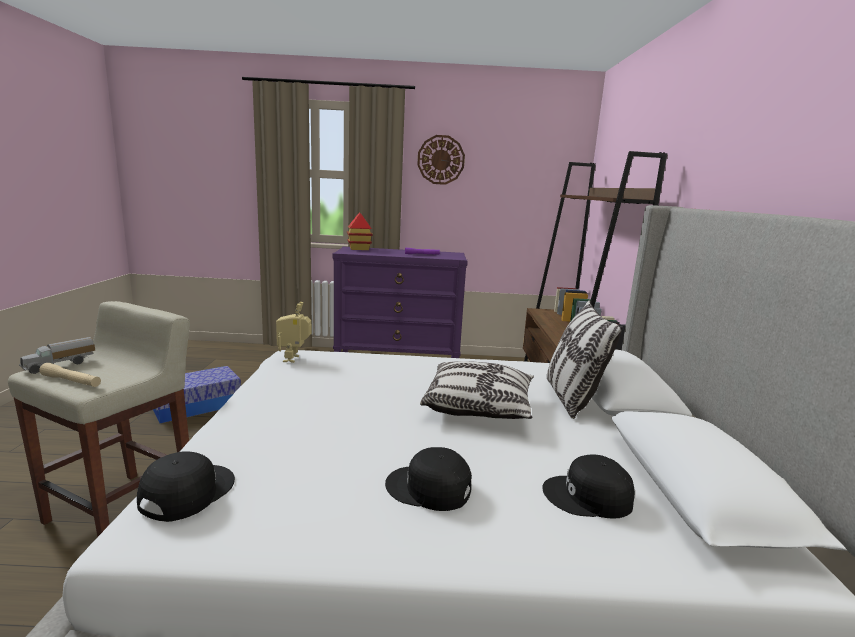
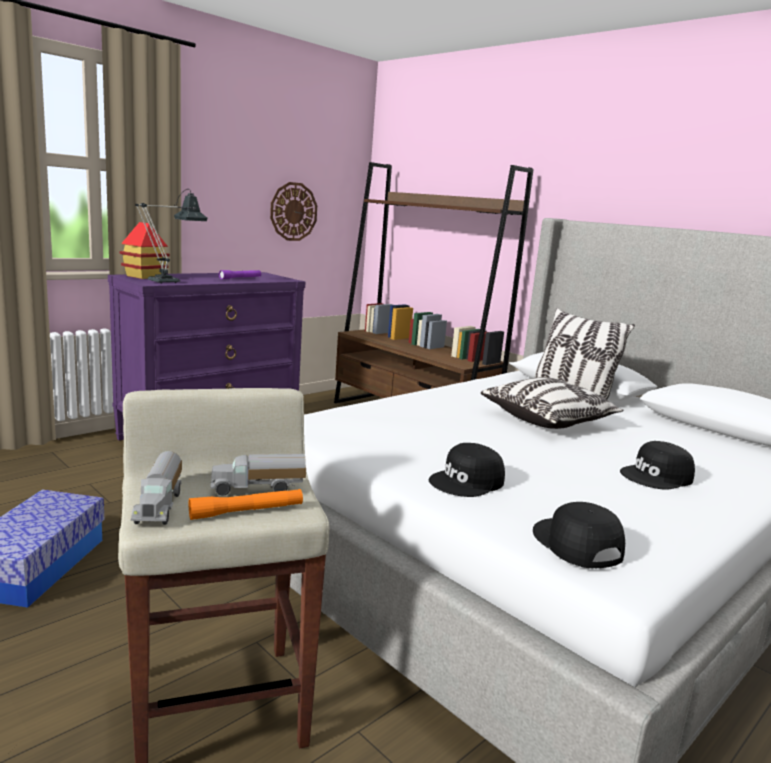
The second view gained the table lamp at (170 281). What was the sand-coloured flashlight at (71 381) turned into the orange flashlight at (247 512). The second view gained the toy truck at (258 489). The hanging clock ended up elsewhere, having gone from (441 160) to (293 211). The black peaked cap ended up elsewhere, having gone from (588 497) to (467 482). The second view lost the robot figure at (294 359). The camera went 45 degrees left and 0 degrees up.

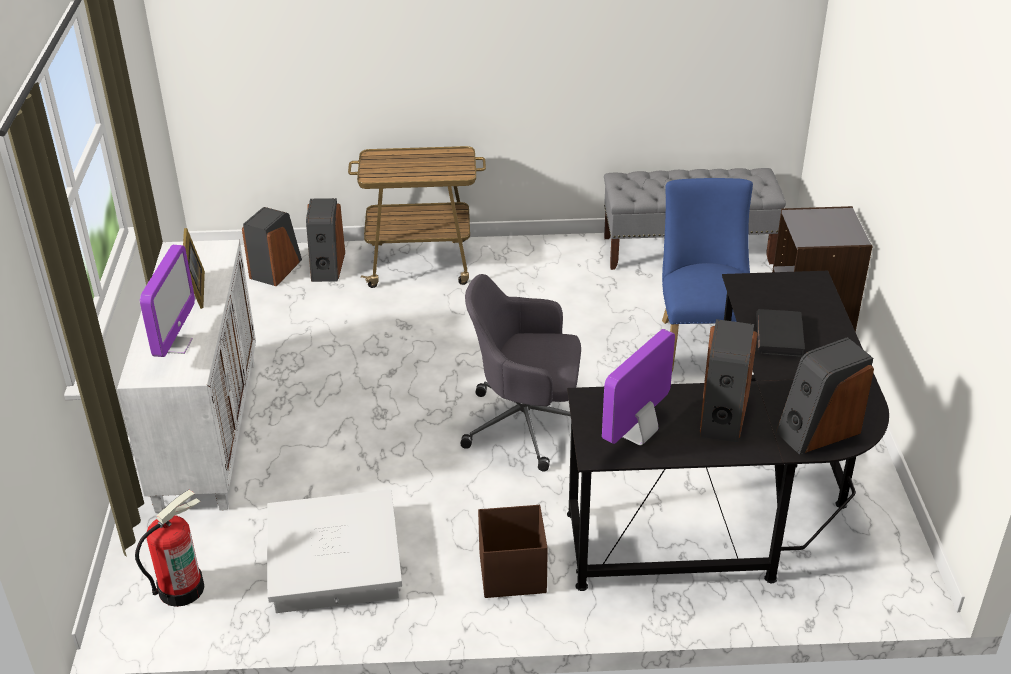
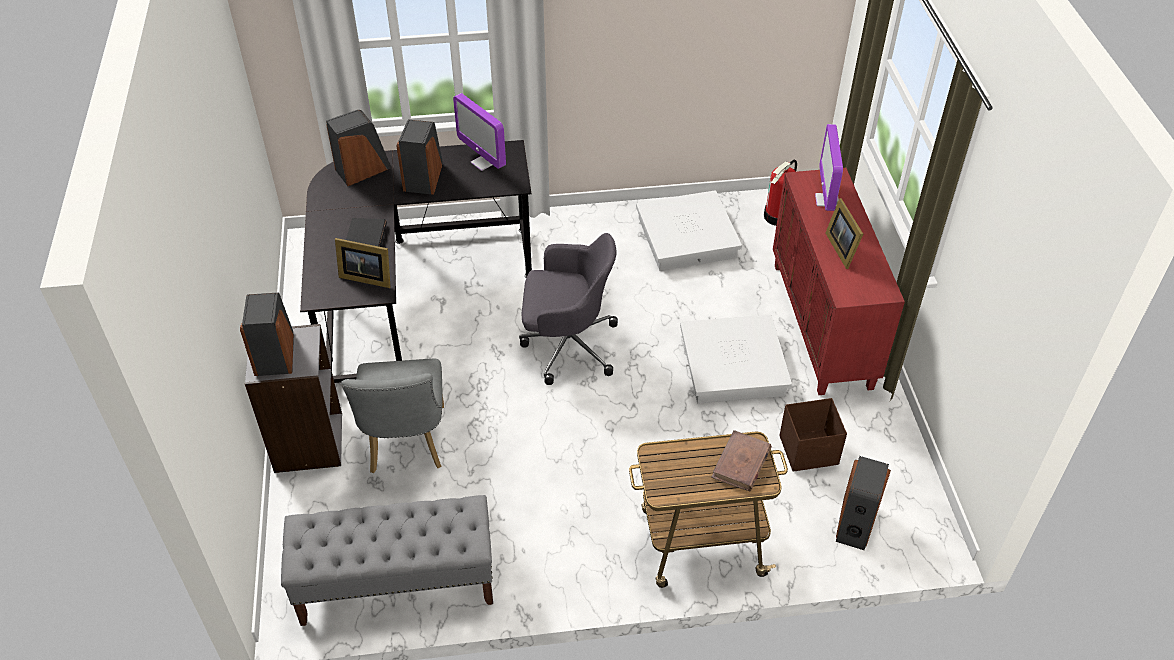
The audio speaker ended up elsewhere, having gone from (327 266) to (275 353). The second view gained the standing frame at (365 277). What was the blue chair at (701 340) turned into the gray chair at (406 445). The computer display at (637 434) ended up facing another way, 105 degrees clockwise from before. The second view gained the whitish storage container at (733 366). The second view gained the brown volume at (741 463). What was the whitish cupboard at (207 432) turned into the red-coloured cupboard at (823 325). The brown storage container ended up elsewhere, having gone from (511 573) to (809 450). The camera went 175 degrees right and 10 degrees up.

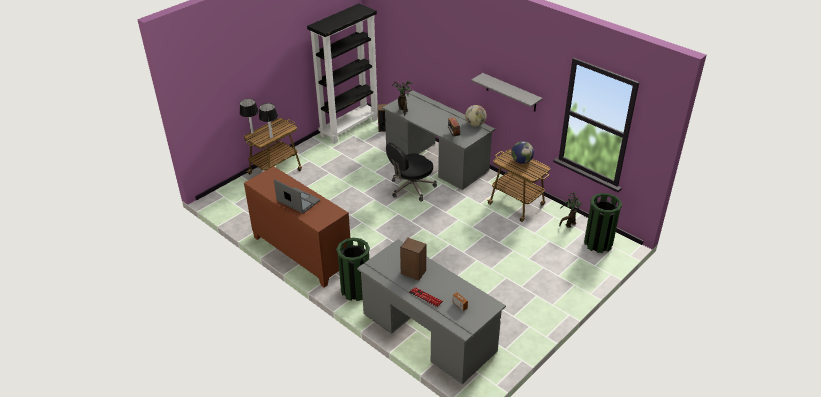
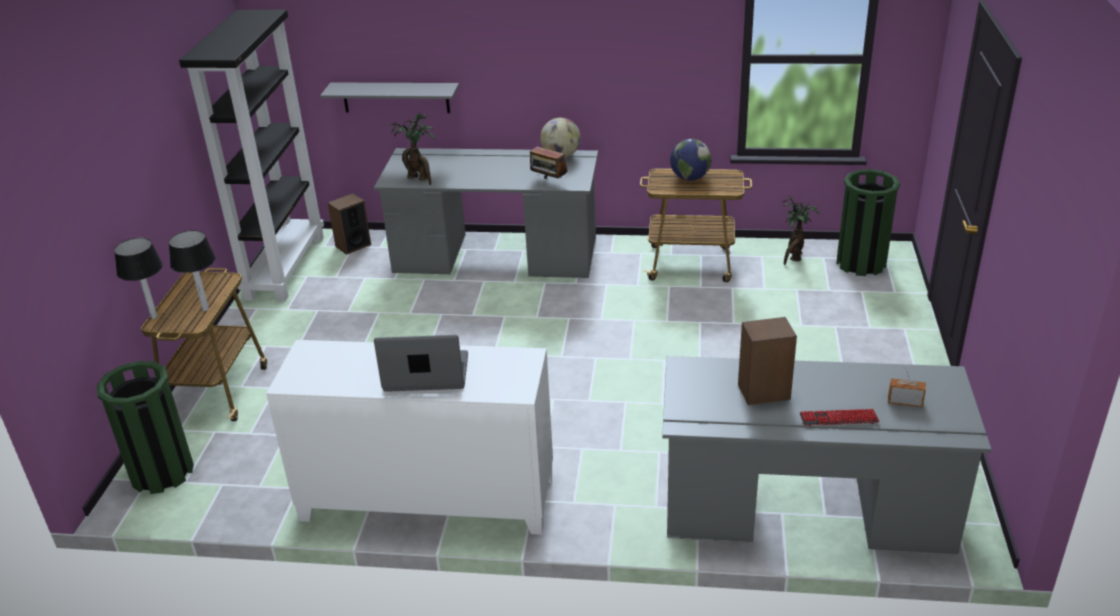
The green-coloured trash can ended up elsewhere, having gone from (356 290) to (162 472). What was the brown cupboard at (301 253) turned into the whitish cupboard at (427 499). The gray bracket shelf ended up elsewhere, having gone from (511 92) to (396 97). The second view lost the black computer chair at (411 188). The camera went 35 degrees left and 5 degrees down.

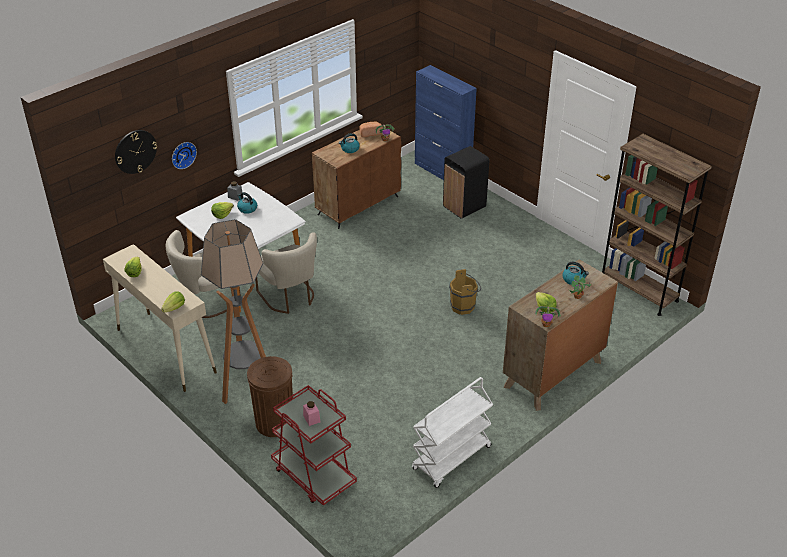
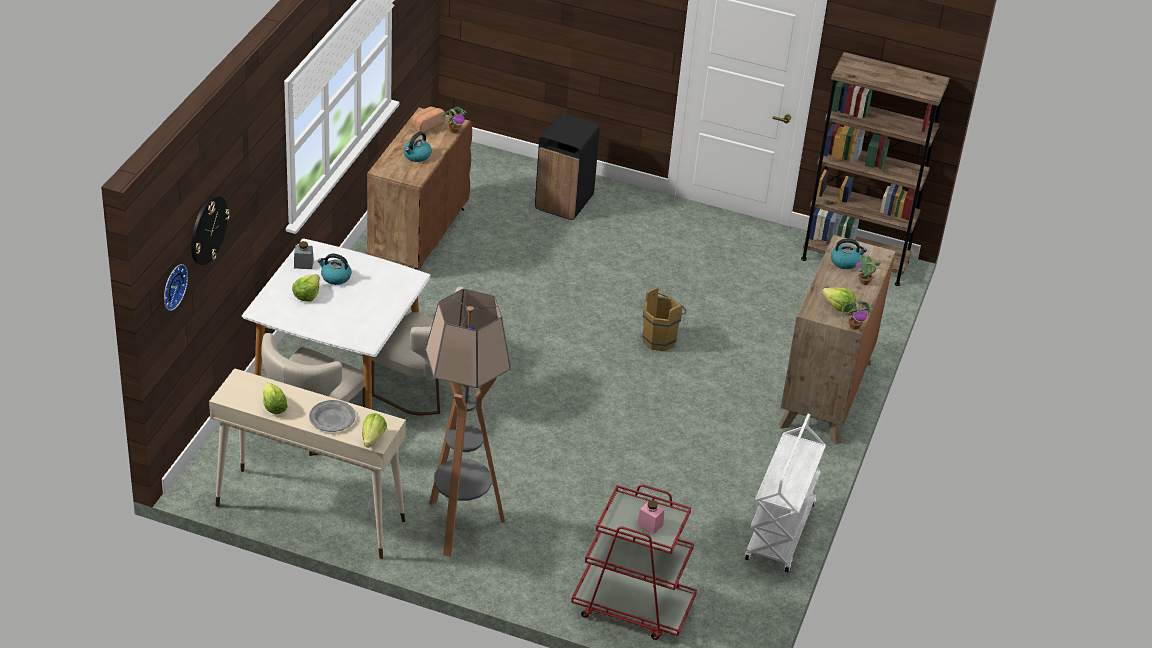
The hanging clock ended up elsewhere, having gone from (182 154) to (172 286). The second view gained the gray dinner plate at (332 418). The second view lost the brown trash can at (275 422). The second view lost the blue cupboard at (442 172). The camera went 30 degrees left and 0 degrees up.

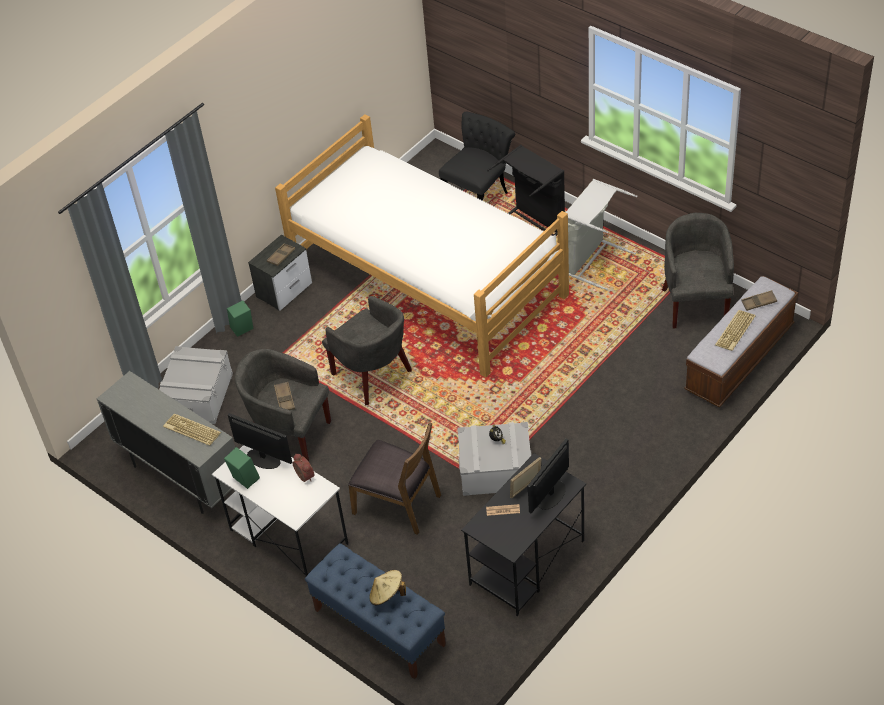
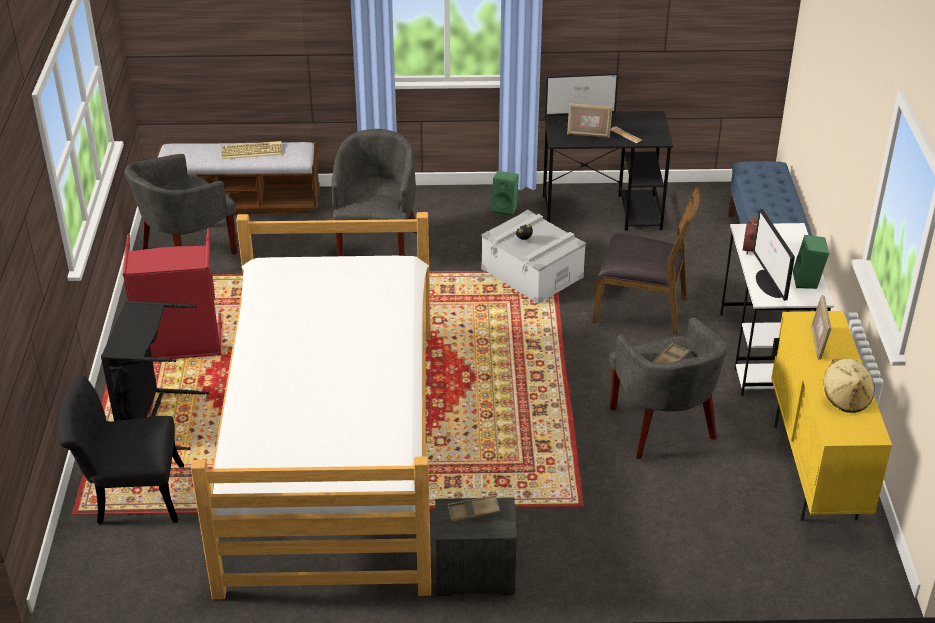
What was the gray hamper at (593 261) turned into the red-coloured hamper at (180 345). The gray lounge chair ended up elsewhere, having gone from (373 376) to (377 245). The green-coloured audio speaker ended up elsewhere, having gone from (242 330) to (505 208). The brown chair at (398 503) ended up facing another way, 120 degrees clockwise from before. What was the gray cupboard at (181 477) turned into the yellowish cupboard at (814 472). Where the PC keyboard stood at (191 430), the standing frame came to stand at (817 343). The sand-coloured hat ended up elsewhere, having gone from (387 595) to (846 398). The second view lost the gray storage container at (198 396). The second view lost the brown carrying tray at (759 302). The camera went 135 degrees left and 10 degrees down.

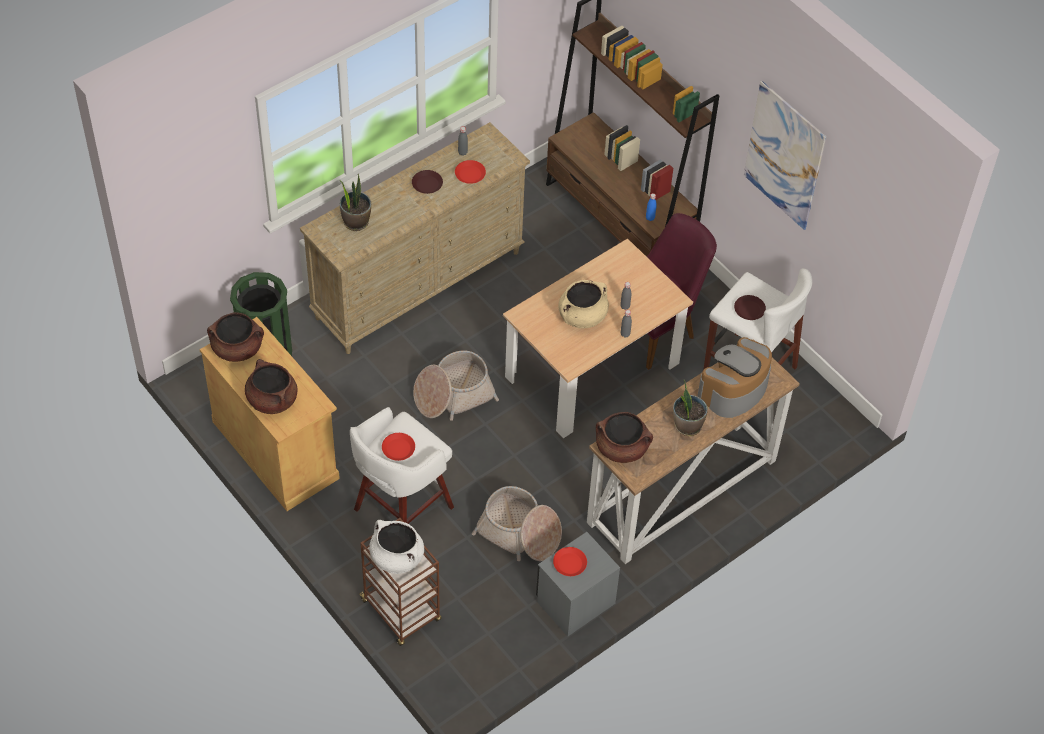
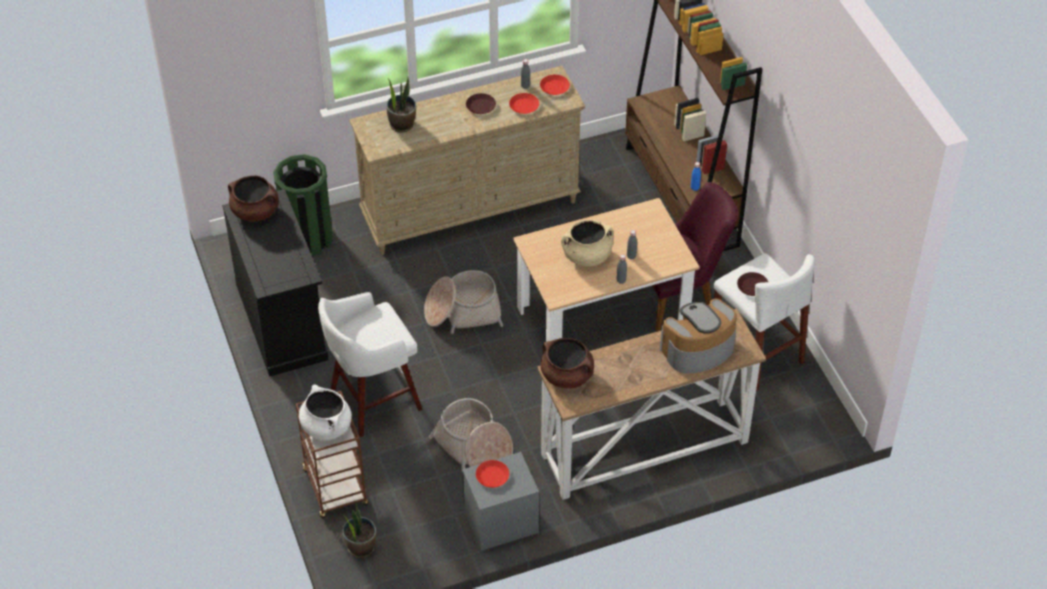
What was the sand-coloured cupboard at (276 449) turned into the black cupboard at (282 321). The potted plant ended up elsewhere, having gone from (687 425) to (360 547). The red-coloured dinner plate ended up elsewhere, having gone from (398 448) to (555 87). The second view lost the brown stockpot at (272 400). The second view lost the wall art at (784 156). The camera went 20 degrees right and 5 degrees down.

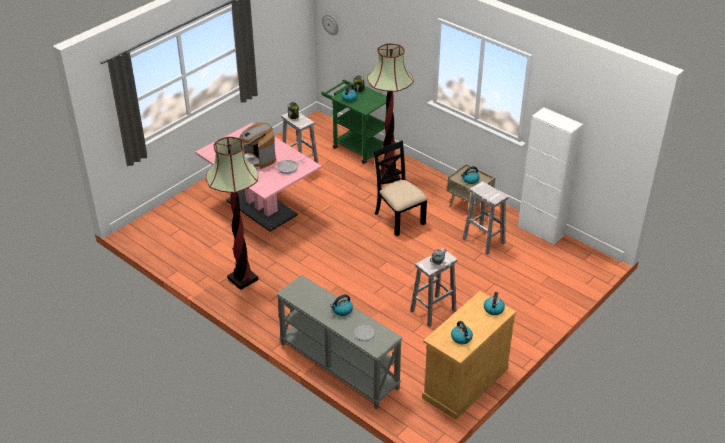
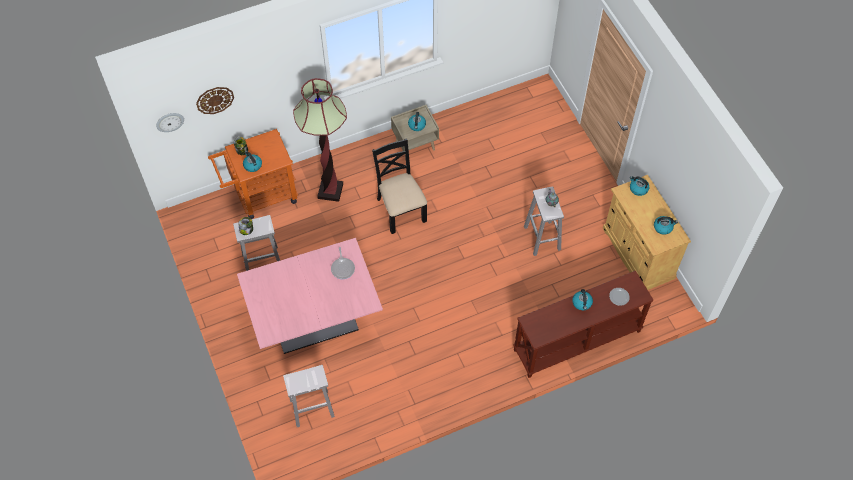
The second view gained the hanging clock at (215 100). What was the green-coloured cart at (357 146) turned into the orange cart at (260 196). The whitish sitting stool ended up elsewhere, having gone from (483 240) to (311 408). The black chair at (399 218) ended up facing another way, 75 degrees clockwise from before. What was the gray narrow table at (338 366) turned into the brown narrow table at (577 341). The second view lost the standing lamp at (243 279). The second view lost the coffee machine at (259 158). The second view lost the whitish cupboard at (540 231). The camera went 65 degrees left and 20 degrees up.

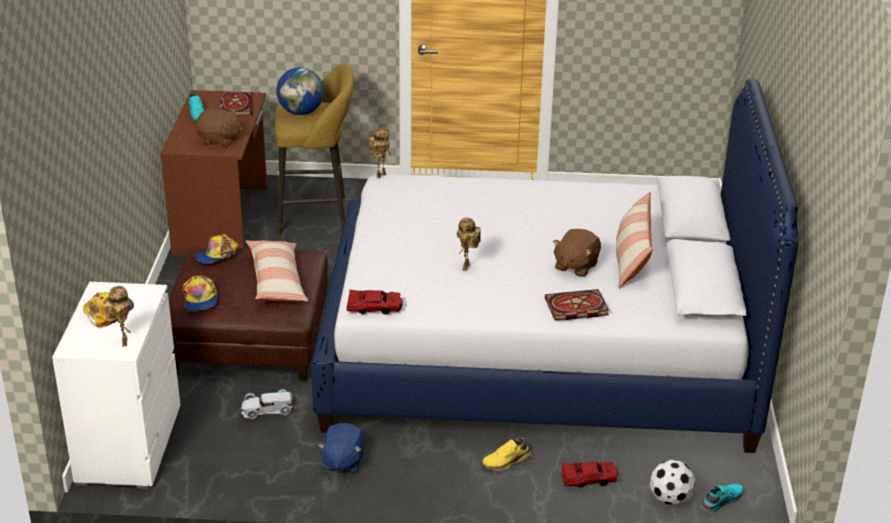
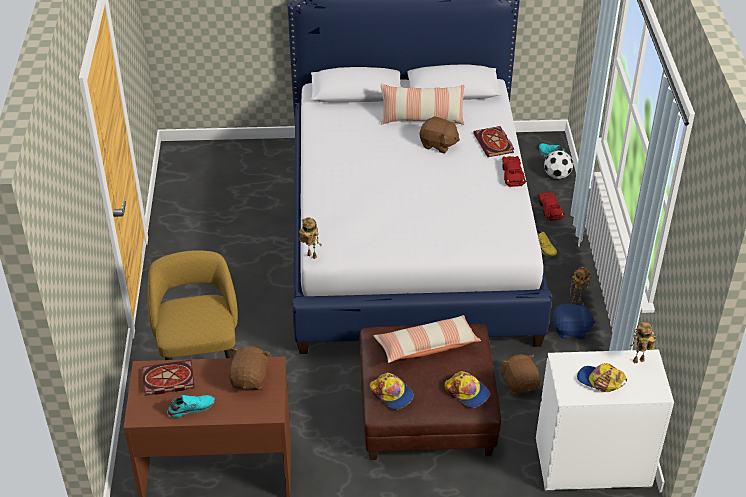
The peaked cap at (200 299) ended up facing another way, 60 degrees clockwise from before. The red-coloured toy car ended up elsewhere, having gone from (374 308) to (512 174). Where the whitish toy car stood at (266 408), the brown plush toy came to stand at (520 383). The robot figure ended up elsewhere, having gone from (467 268) to (577 300). The second view lost the desk globe at (301 112). The camera went 95 degrees left and 10 degrees up.

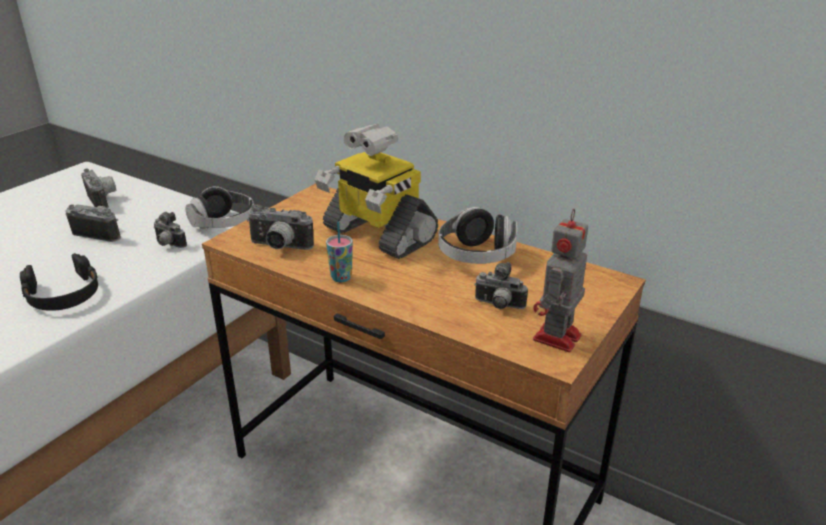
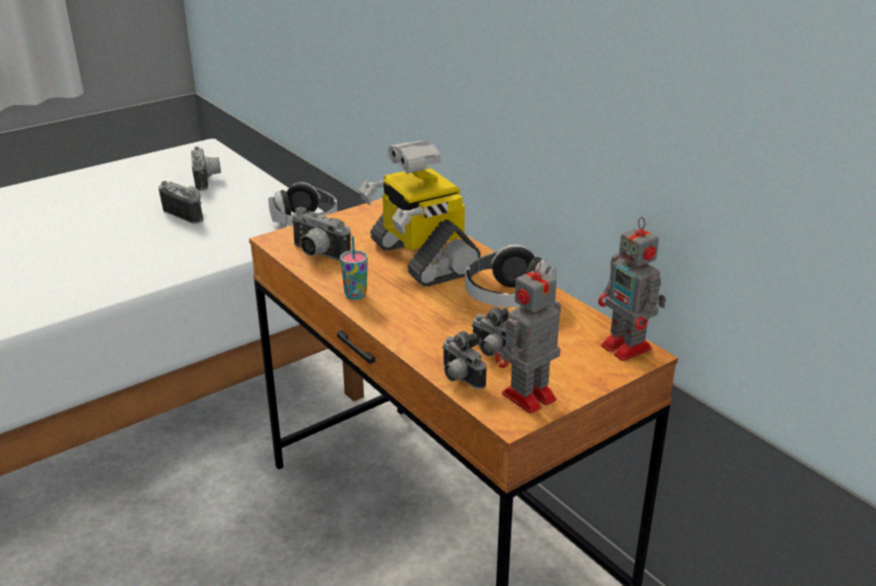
The still camera ended up elsewhere, having gone from (168 244) to (459 378). The second view gained the robot figure at (628 348). The second view lost the black headphones at (63 294). The camera went 20 degrees right and 0 degrees up.

